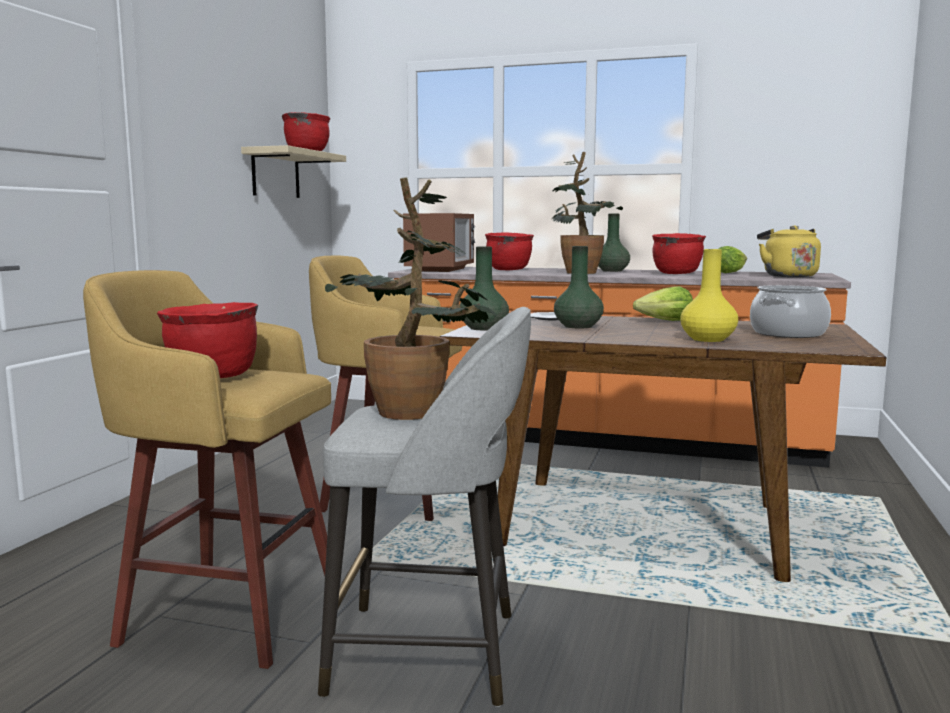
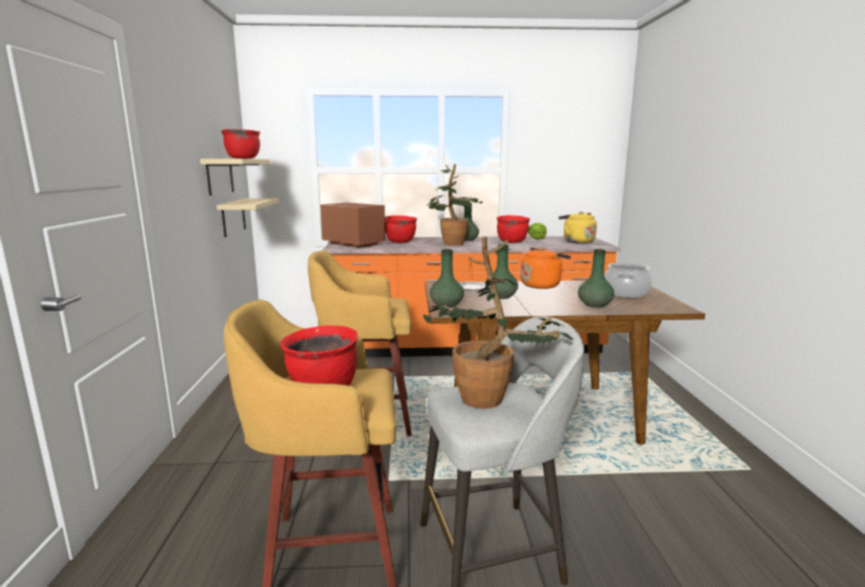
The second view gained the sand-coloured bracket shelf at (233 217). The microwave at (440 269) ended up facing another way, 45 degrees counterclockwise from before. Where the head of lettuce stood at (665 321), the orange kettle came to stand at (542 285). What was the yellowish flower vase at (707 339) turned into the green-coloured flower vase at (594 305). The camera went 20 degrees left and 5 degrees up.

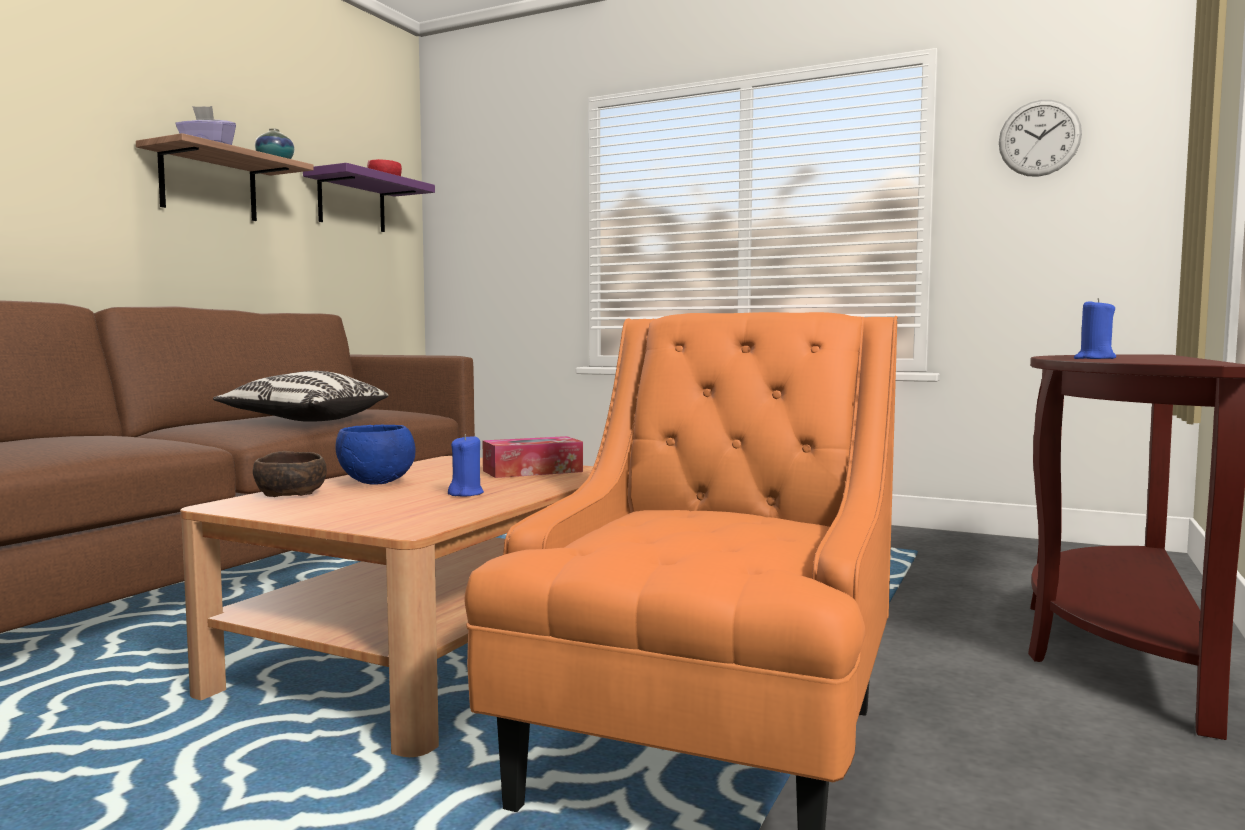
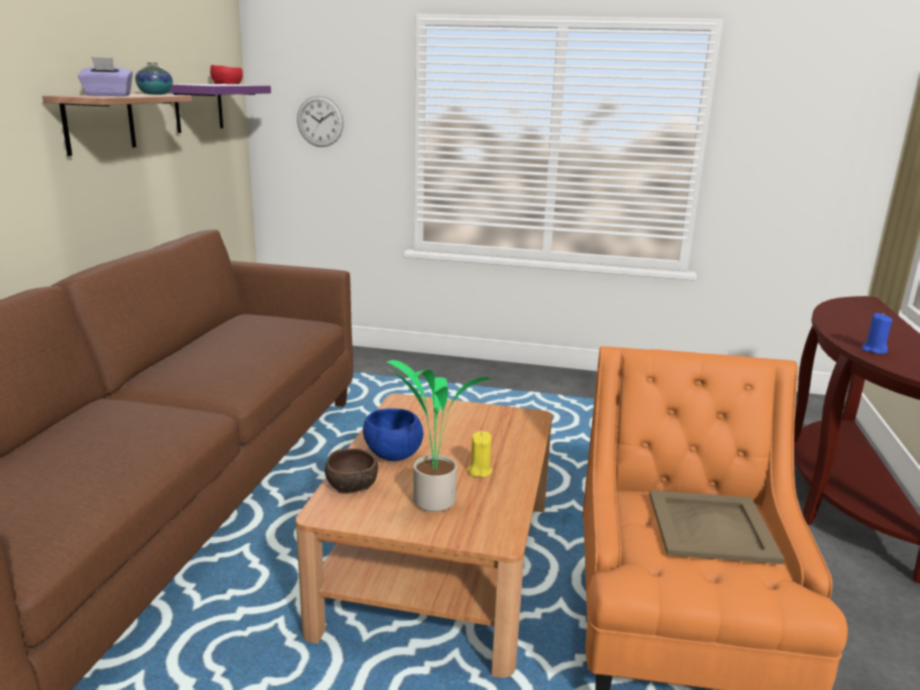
The hanging clock ended up elsewhere, having gone from (1039 138) to (320 121). The second view gained the potted plant at (431 502). What was the blue wax candle at (466 494) turned into the yellowish wax candle at (479 471). The second view gained the sand-coloured carrying tray at (712 526). The second view lost the cushion at (305 420). The second view lost the box of tissues at (532 471). The camera went 15 degrees left and 15 degrees up.

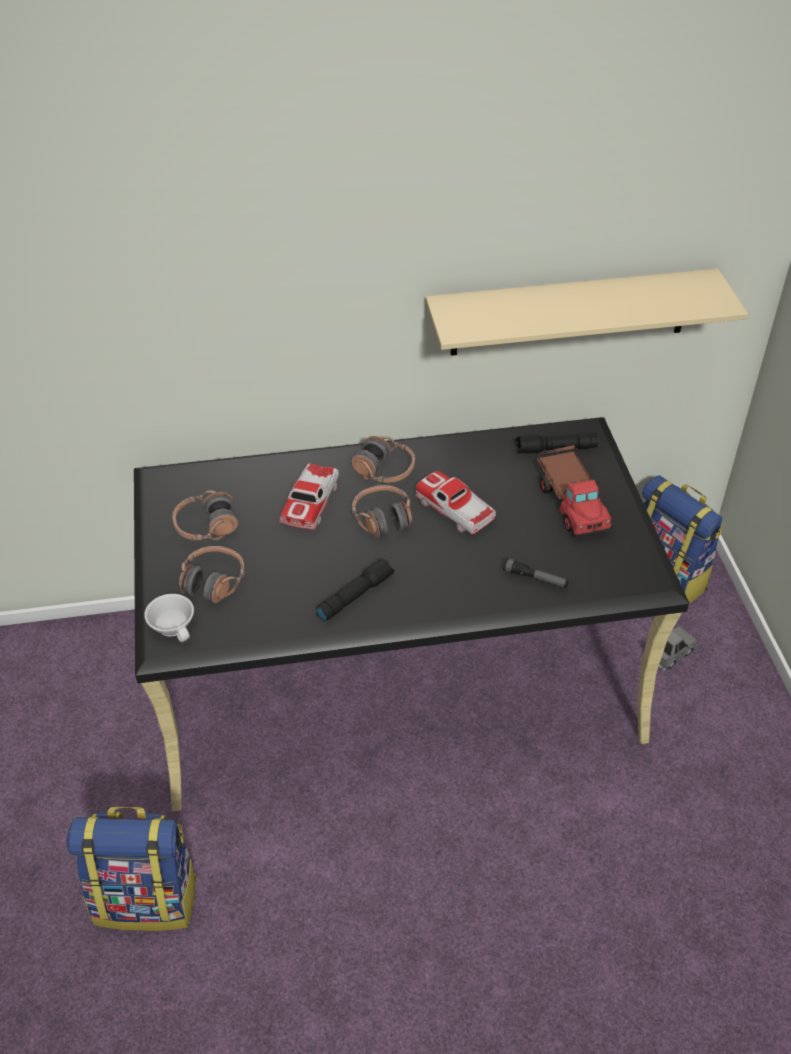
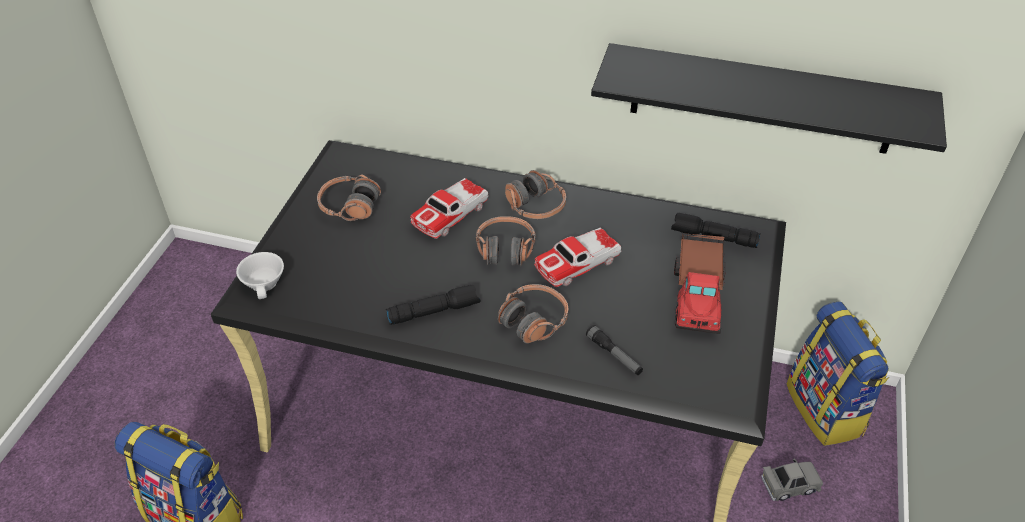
The headphones ended up elsewhere, having gone from (213 581) to (533 320). The toy car at (455 510) ended up facing another way, 105 degrees counterclockwise from before. What was the sand-coloured bracket shelf at (570 312) turned into the black bracket shelf at (762 99). The camera went 25 degrees right and 0 degrees up.

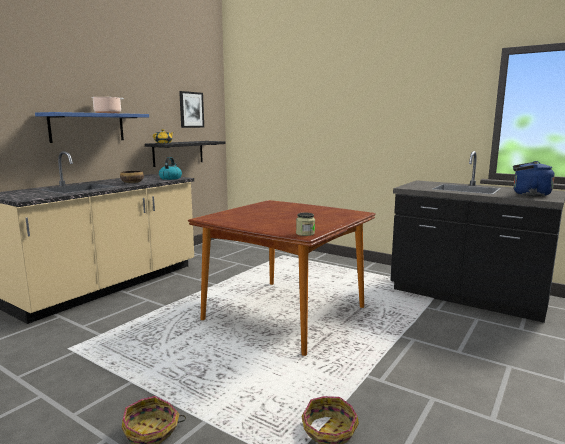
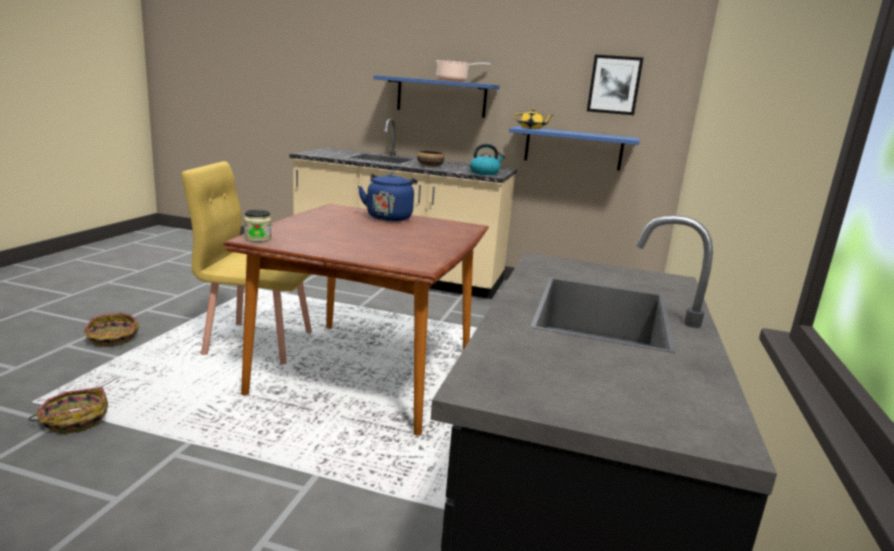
The second view gained the yellowish chair at (258 342). The blue kettle ended up elsewhere, having gone from (528 194) to (389 217). What was the black bracket shelf at (178 153) turned into the blue bracket shelf at (573 148). The camera went 70 degrees right and 5 degrees up.

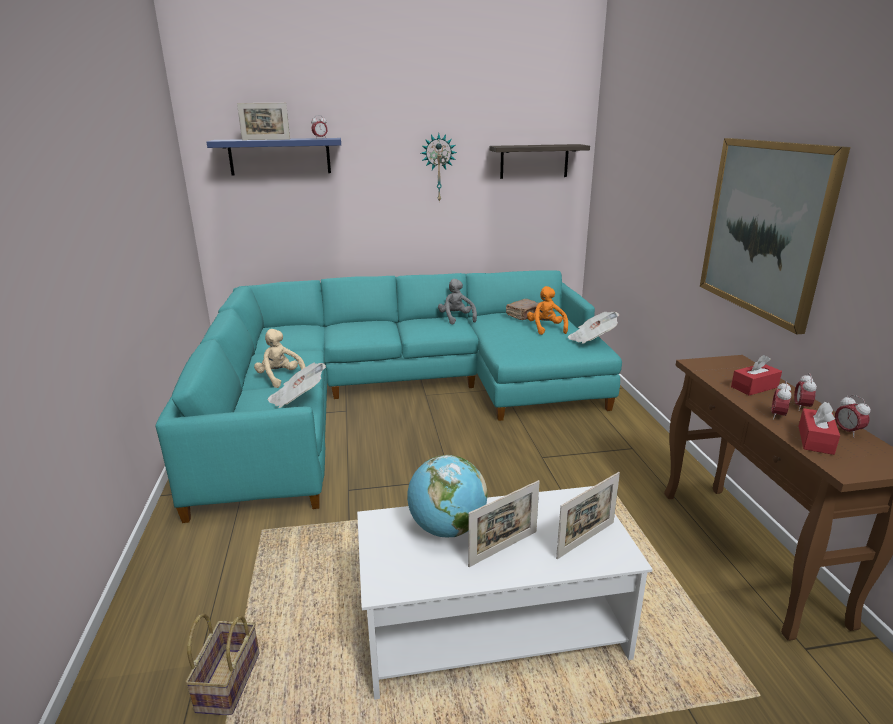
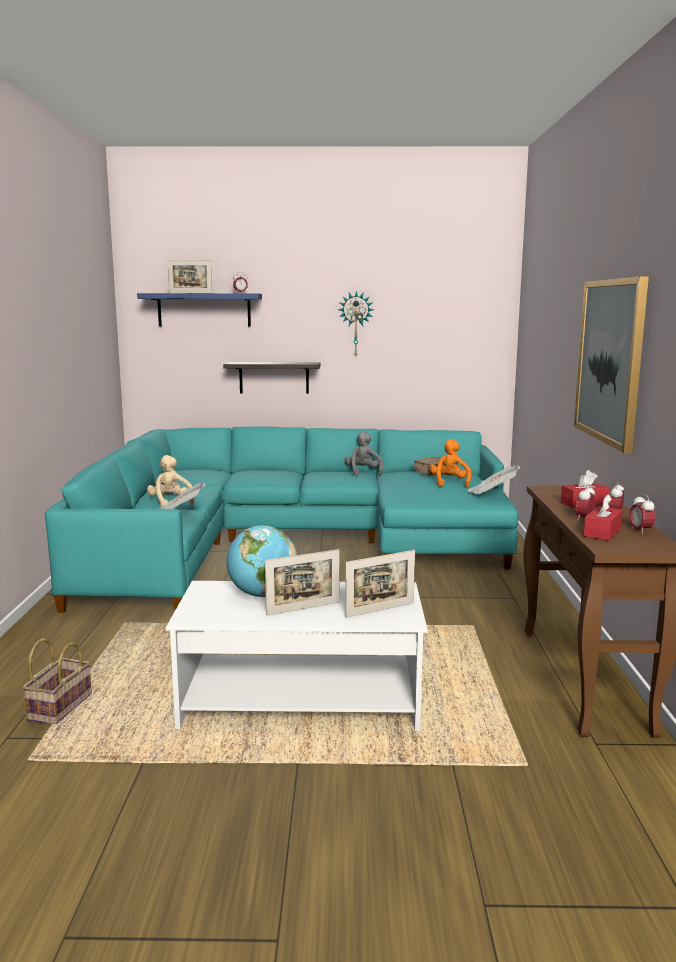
The bracket shelf ended up elsewhere, having gone from (534 161) to (274 377). The camera went 10 degrees right and 10 degrees down.

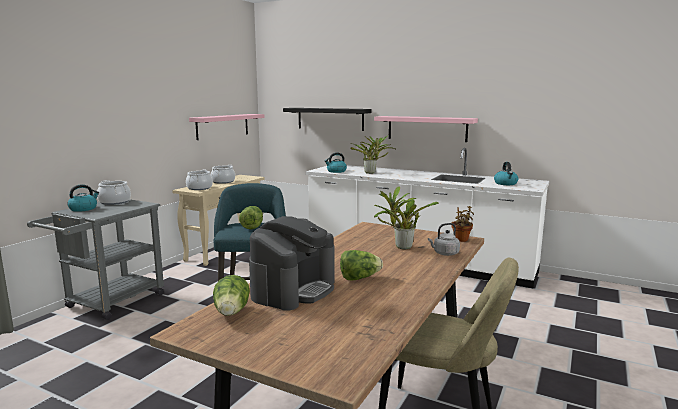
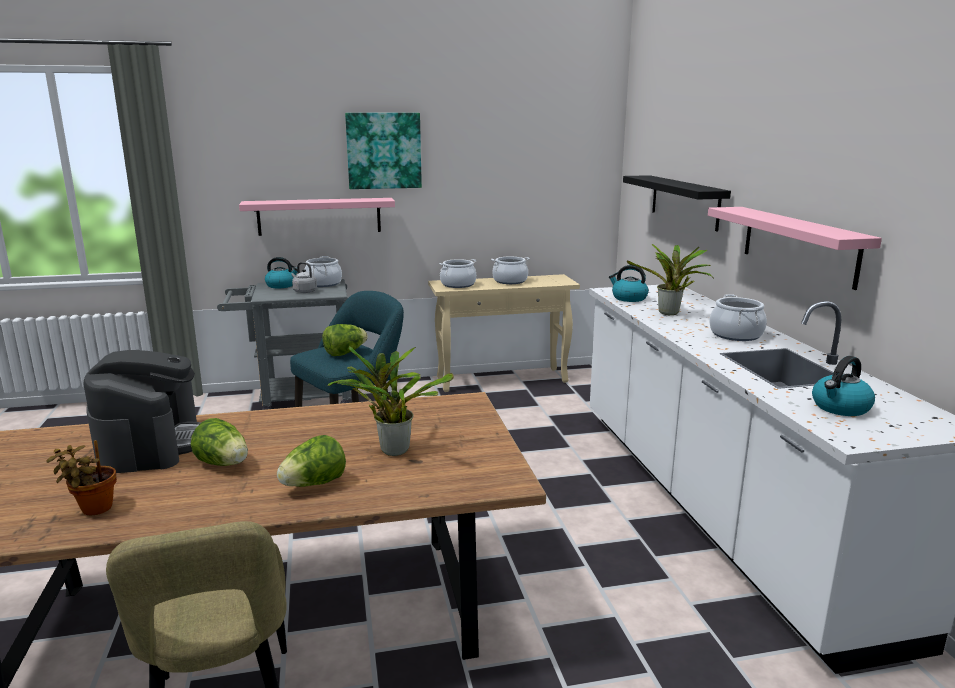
The potted plant ended up elsewhere, having gone from (461 240) to (93 509). The coffee machine at (294 289) ended up facing another way, 90 degrees counterclockwise from before. The pinkish bracket shelf ended up elsewhere, having gone from (223 126) to (319 216). The head of lettuce ended up elsewhere, having gone from (231 313) to (314 484). The gray kettle ended up elsewhere, having gone from (444 253) to (304 291). The second view gained the wall art at (384 151). The second view gained the stockpot at (736 335). The camera went 50 degrees right and 5 degrees up.

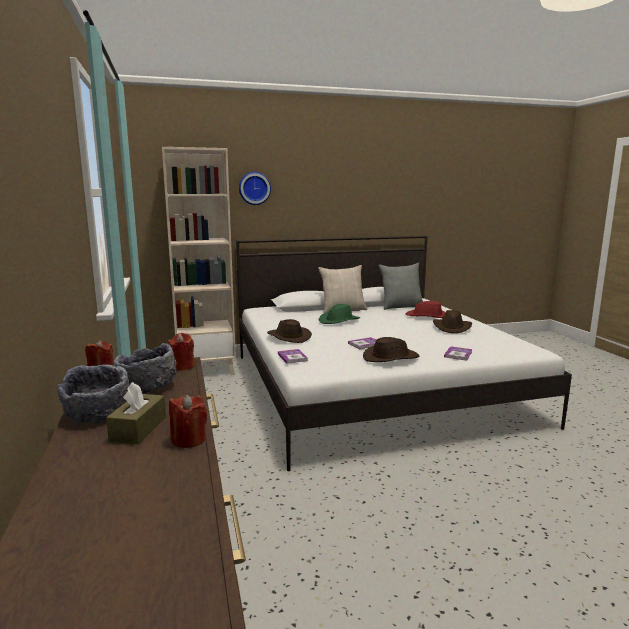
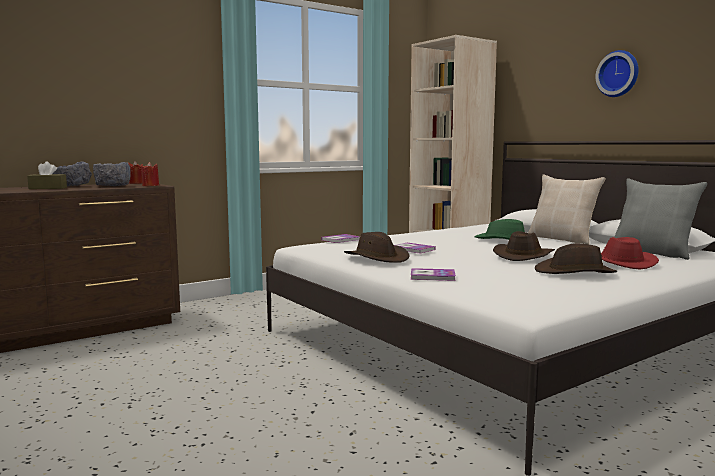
The brown hat ended up elsewhere, having gone from (288 337) to (524 256). The hanging clock ended up elsewhere, having gone from (254 188) to (618 74). The second view lost the red-coloured wax candle at (189 439). The camera went 70 degrees right and 5 degrees down.

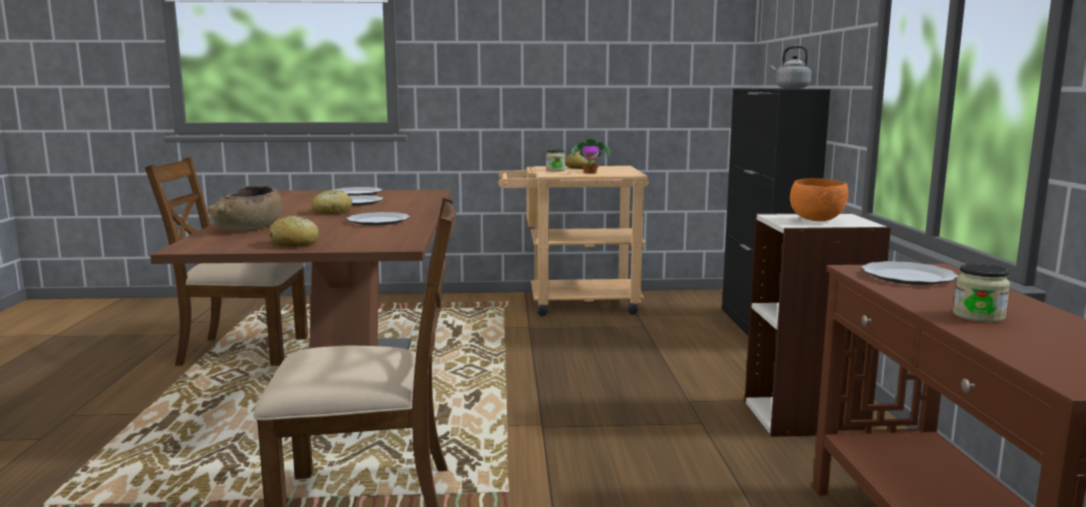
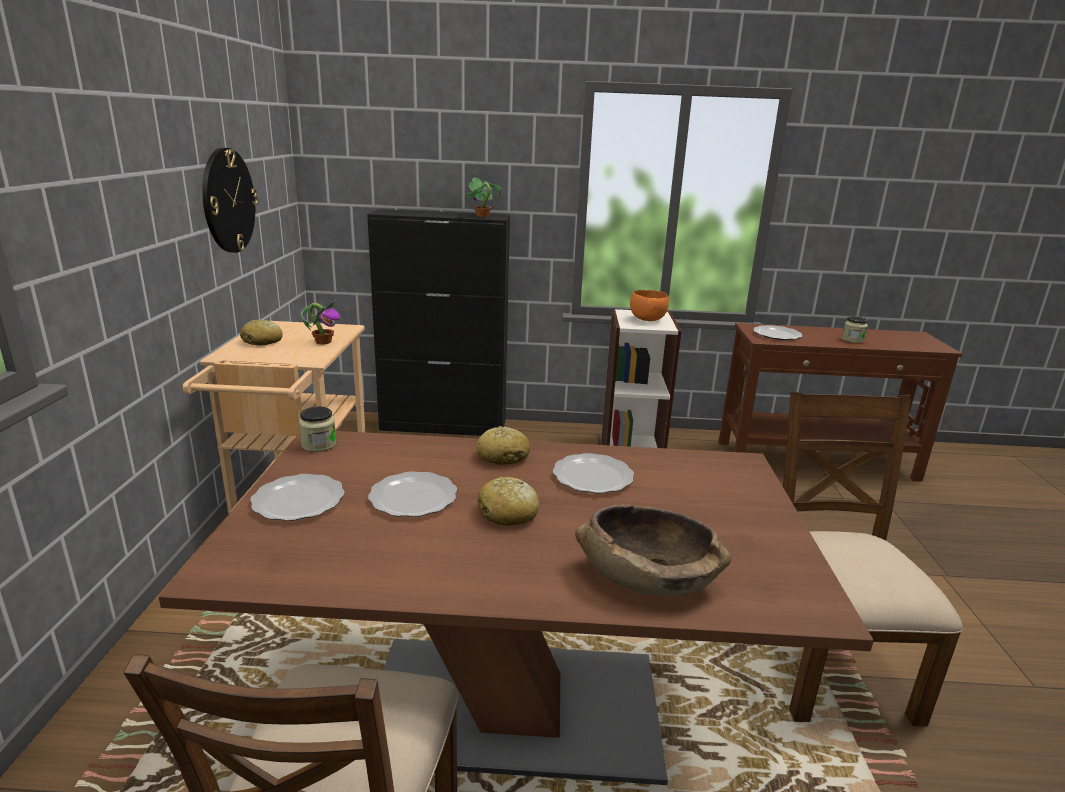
The second view gained the hanging clock at (228 201). The storage jar ended up elsewhere, having gone from (555 170) to (319 445). Where the gray kettle stood at (790 88), the potted plant came to stand at (482 216). The bread ended up elsewhere, having gone from (295 244) to (503 456). The camera went 85 degrees left and 10 degrees up.

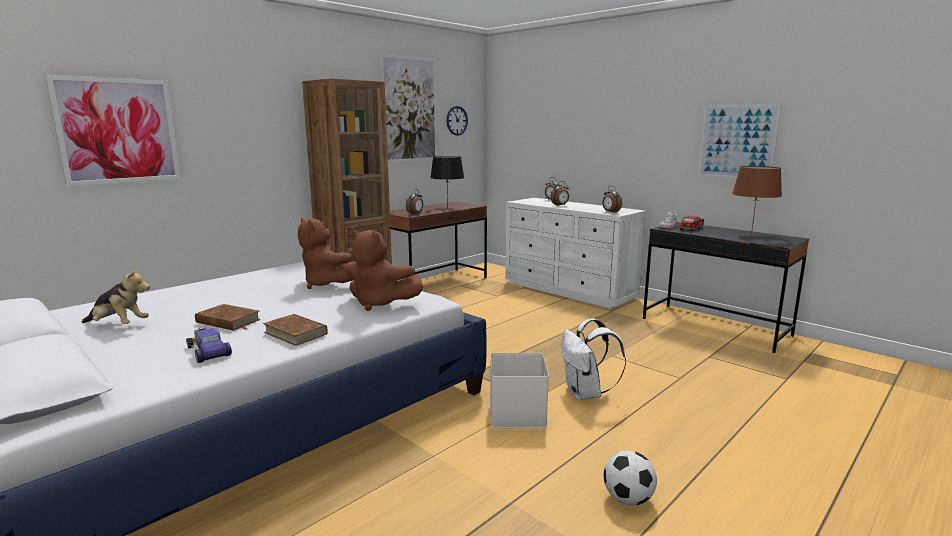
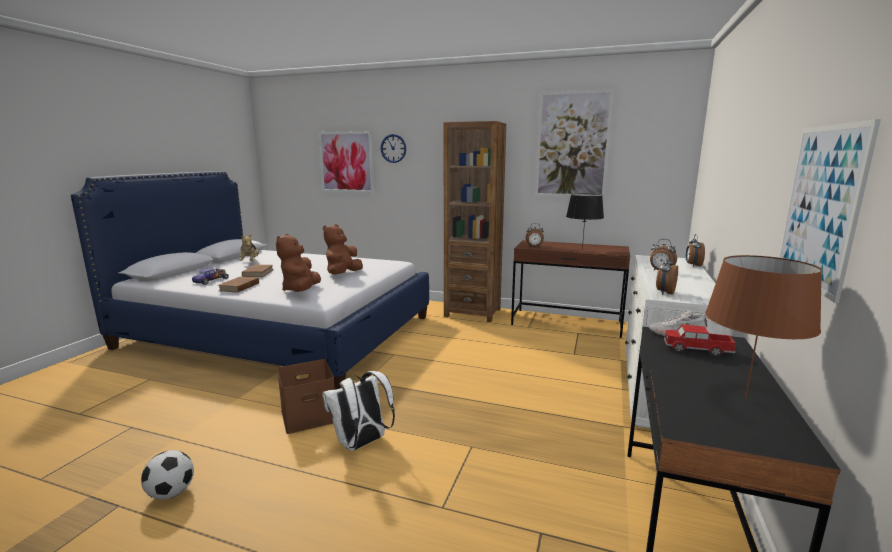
What was the whitish storage container at (516 413) turned into the brown storage container at (309 415). The hanging clock ended up elsewhere, having gone from (457 120) to (393 148). The camera went 65 degrees right and 0 degrees up.

